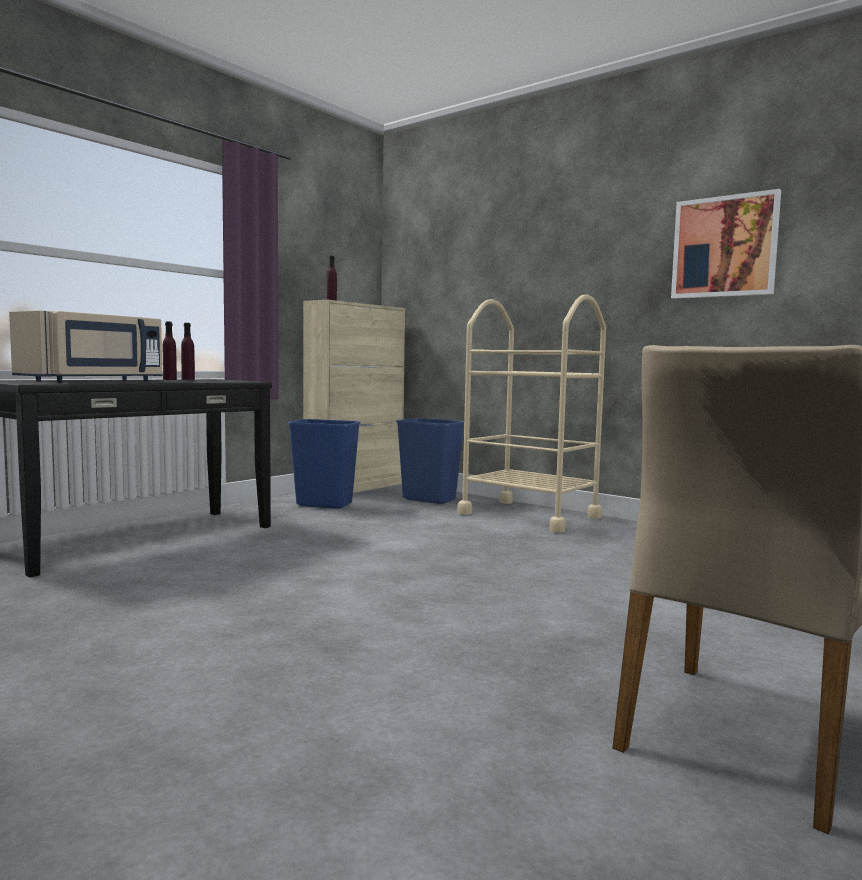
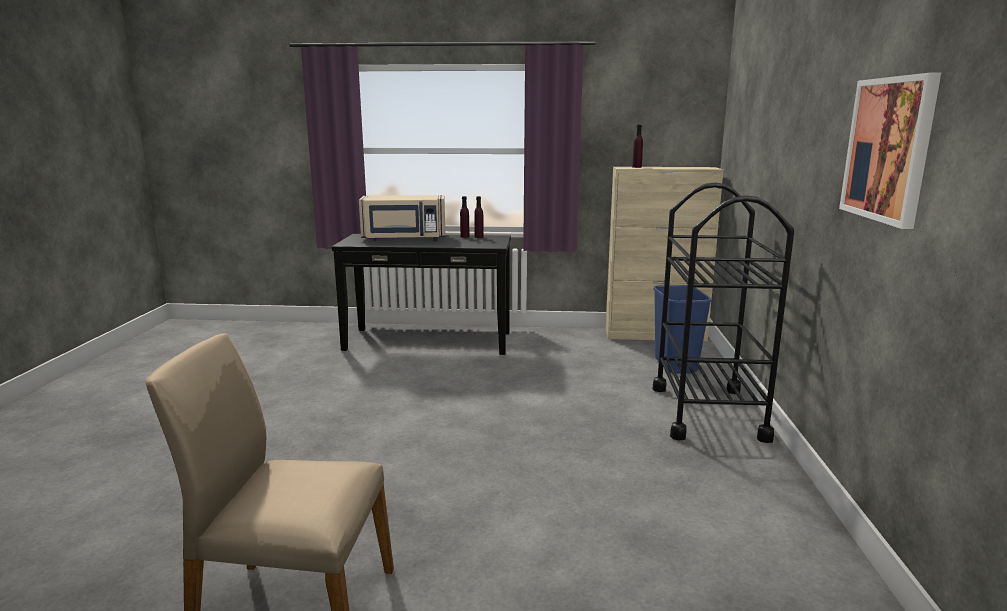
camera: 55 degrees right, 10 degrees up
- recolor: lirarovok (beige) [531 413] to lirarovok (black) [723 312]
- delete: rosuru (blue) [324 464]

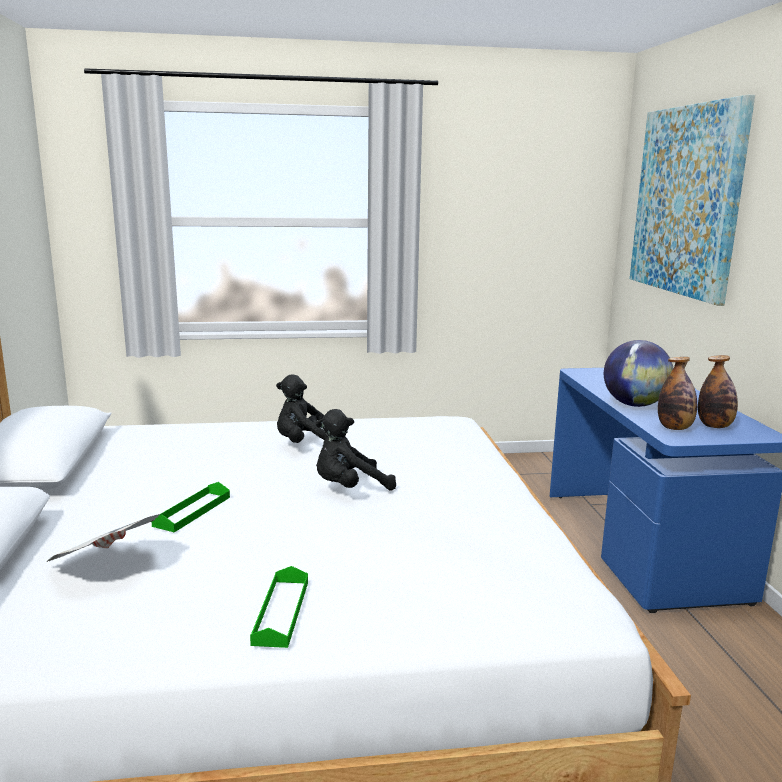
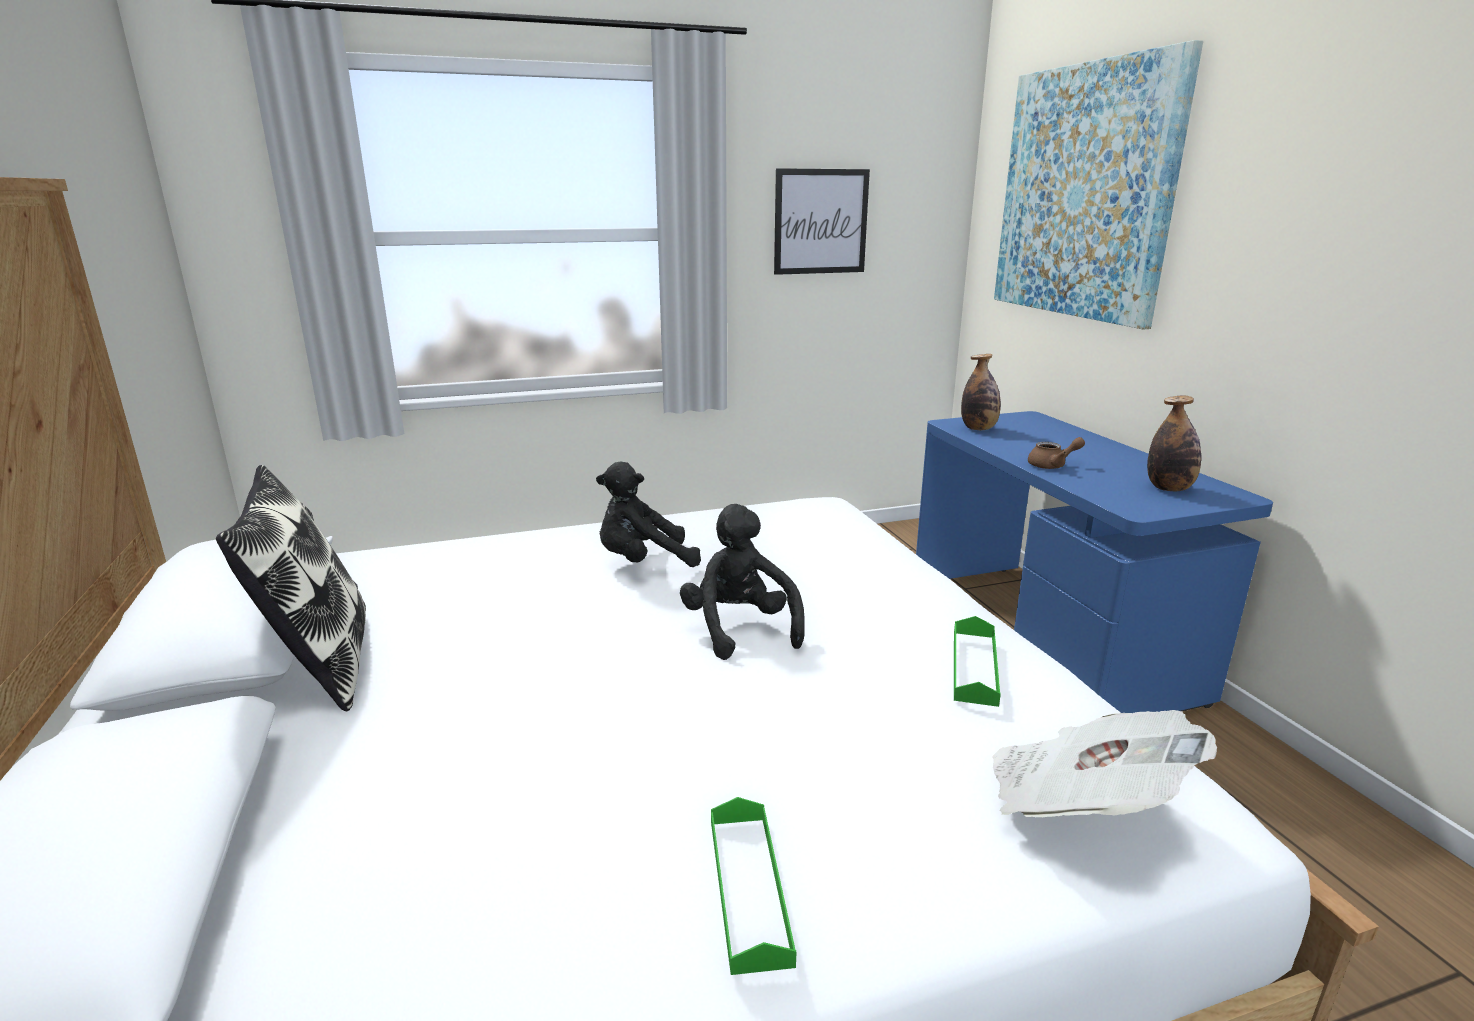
camera: 10 degrees left, 5 degrees up
- replace: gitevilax [638 373] to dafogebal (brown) [1056 453]
- move: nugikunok [677 393] to [981 392]
- rotate: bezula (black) [356 450] = [742 582] 105 degrees clockwise
- move: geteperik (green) [191 507] to [977 661]
- move: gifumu [104 538] to [1105 763]
- insert: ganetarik [822 221]
- insert: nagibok [291 588]

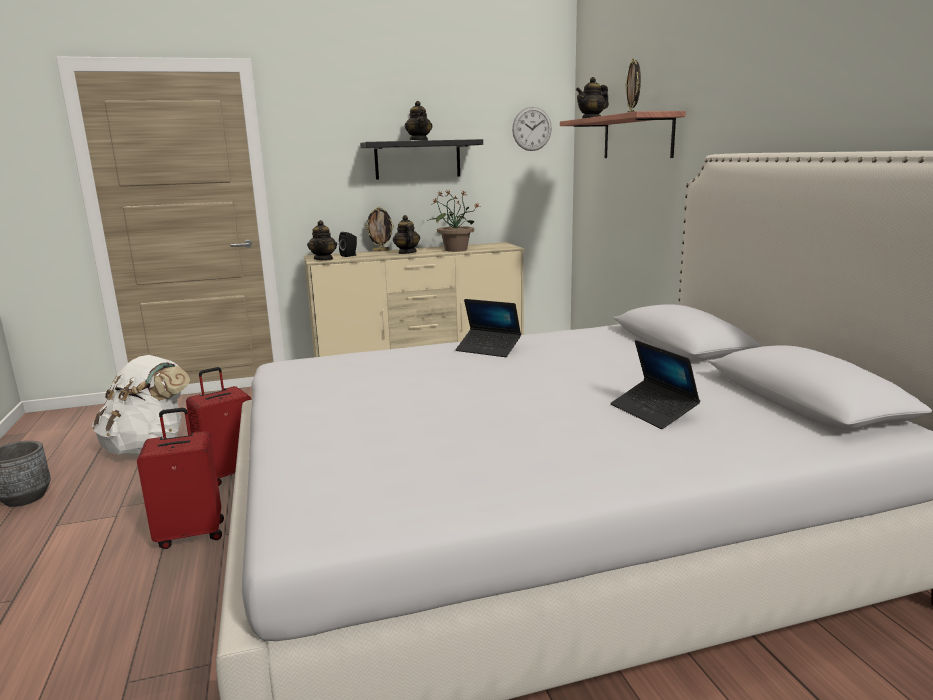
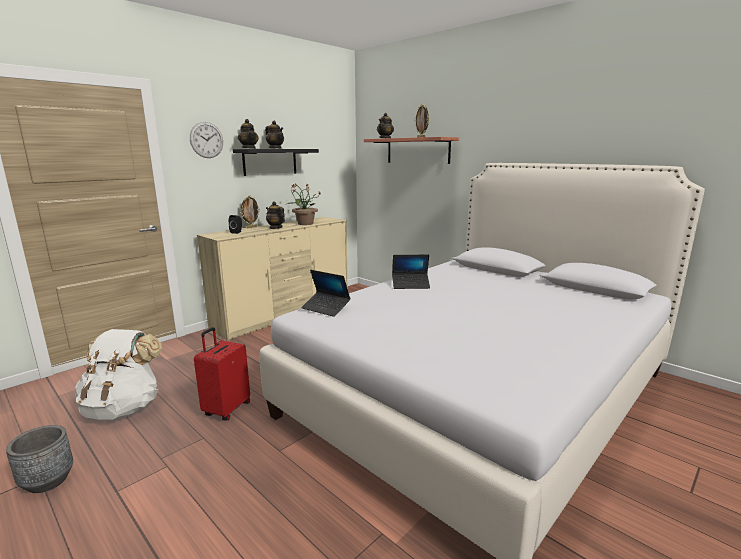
camera: 30 degrees left, 0 degrees up
- move: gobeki [532 129] to [206 140]
- move: dafogebal [322 240] to [248 134]
- move: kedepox [655 384] to [326 293]
- delete: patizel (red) [180 478]

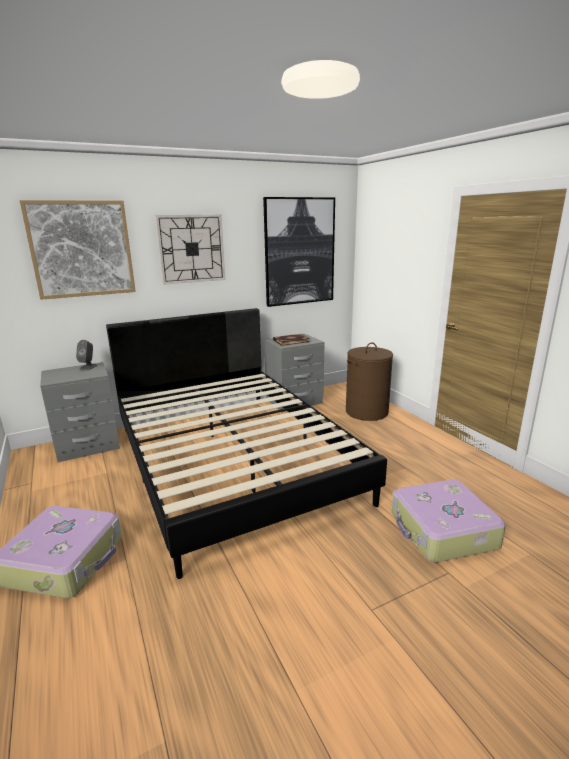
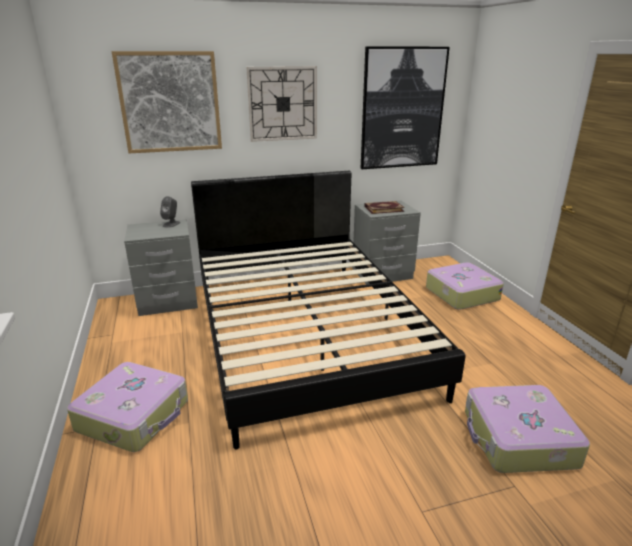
camera: 10 degrees right, 5 degrees up
- replace: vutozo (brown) [369 381] to patizel [465 286]

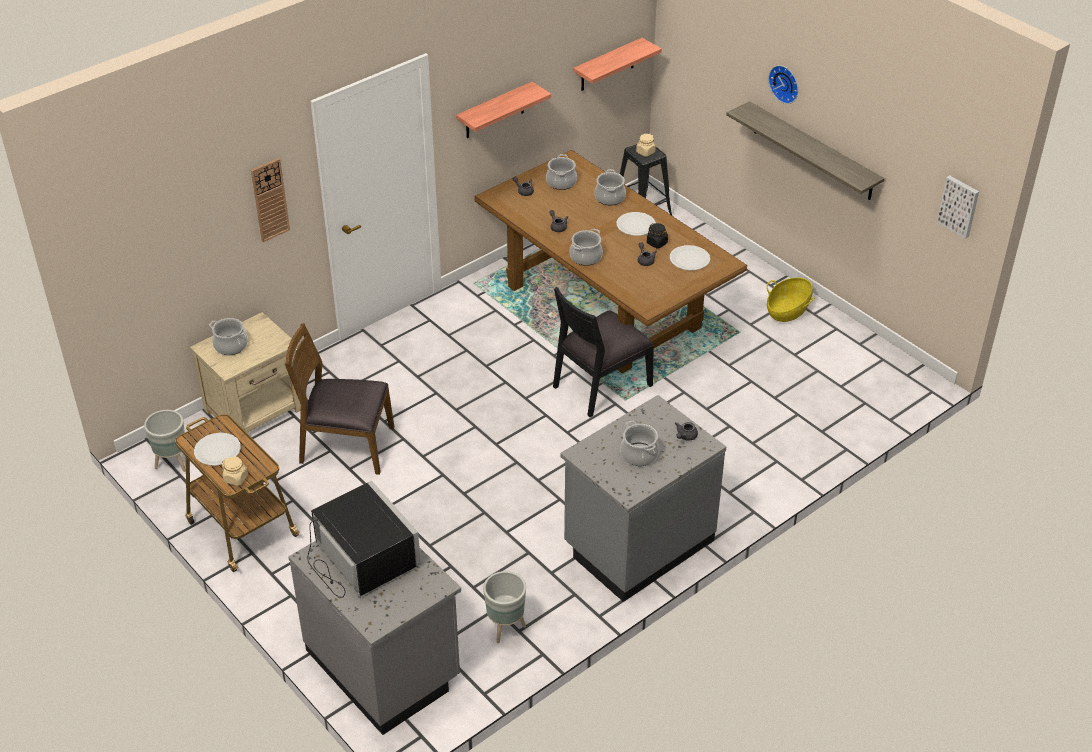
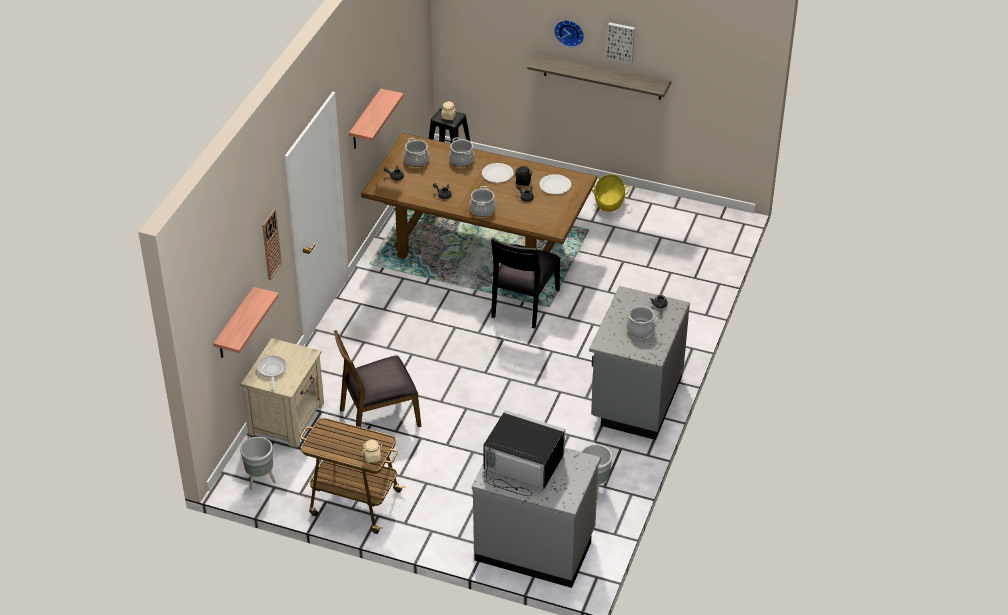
camera: 30 degrees left, 0 degrees up
- move: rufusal [617 64] to [246 322]
- move: ganetarik [958 207] to [620 43]
- replace: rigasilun [228 336] to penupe [272 373]
- delete: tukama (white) [217 449]

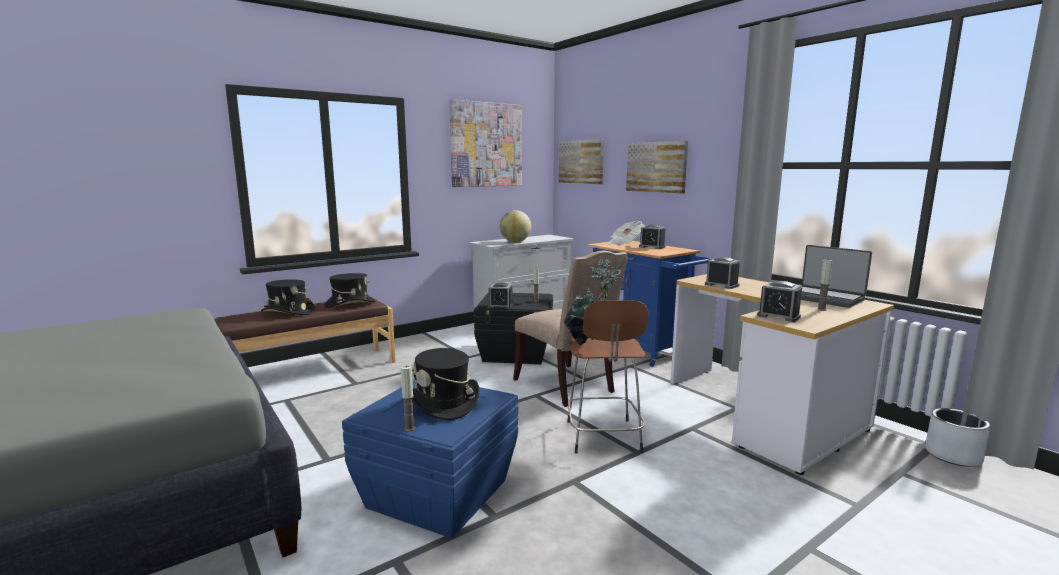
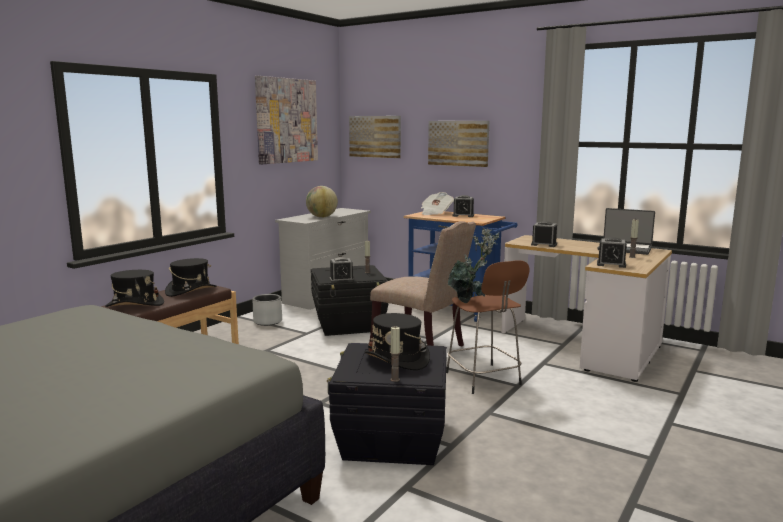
camera: 20 degrees left, 0 degrees up
- recolor: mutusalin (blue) [430 459] to mutusalin (black) [387 404]
- move: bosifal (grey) [957 437] to [267 310]

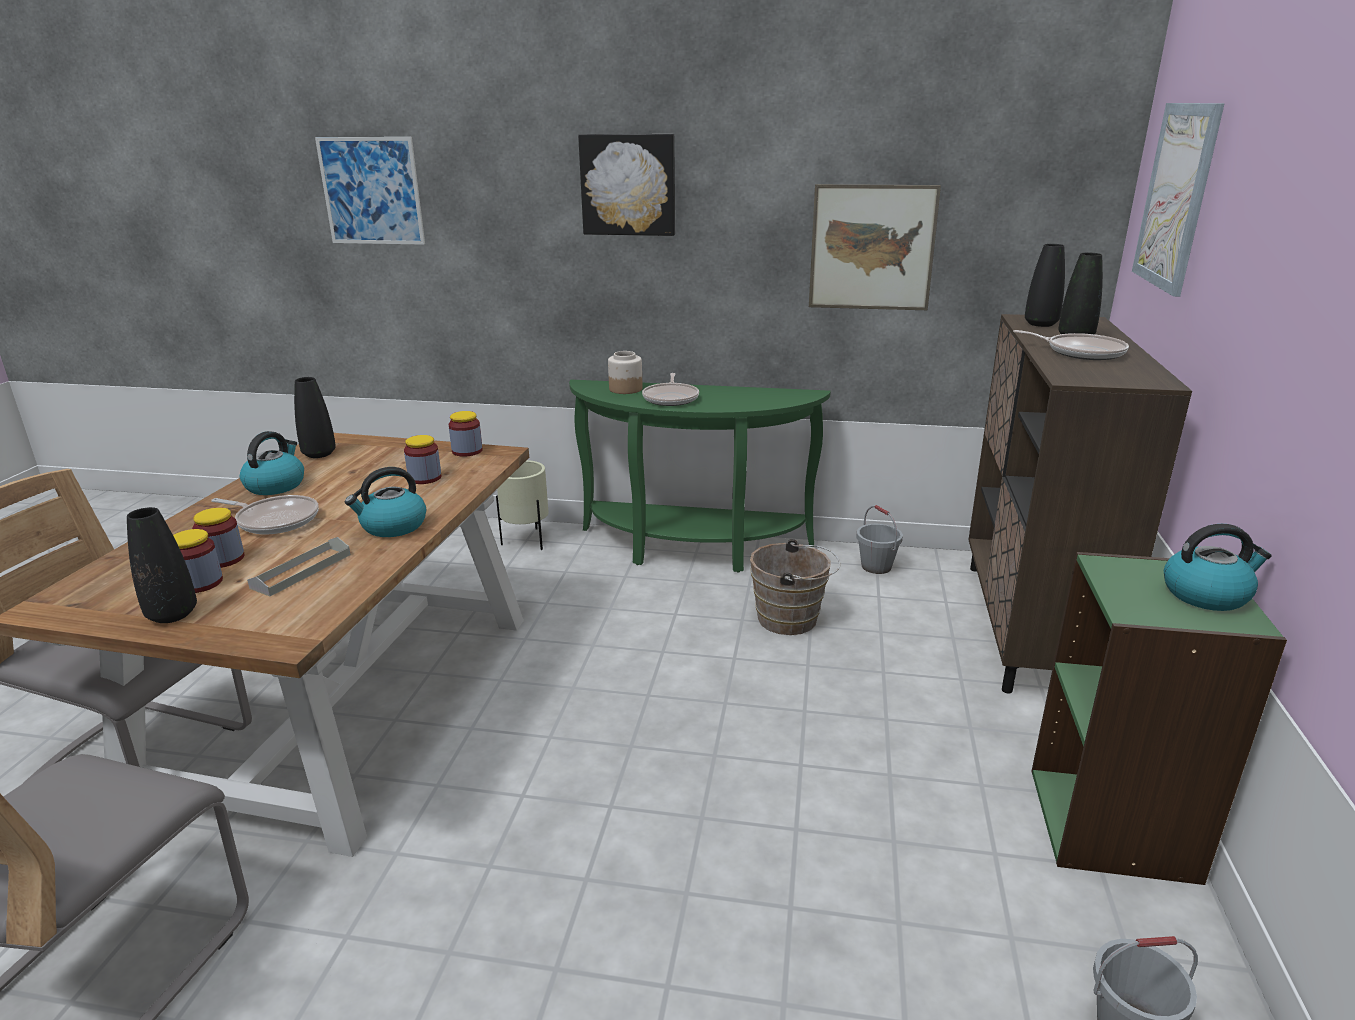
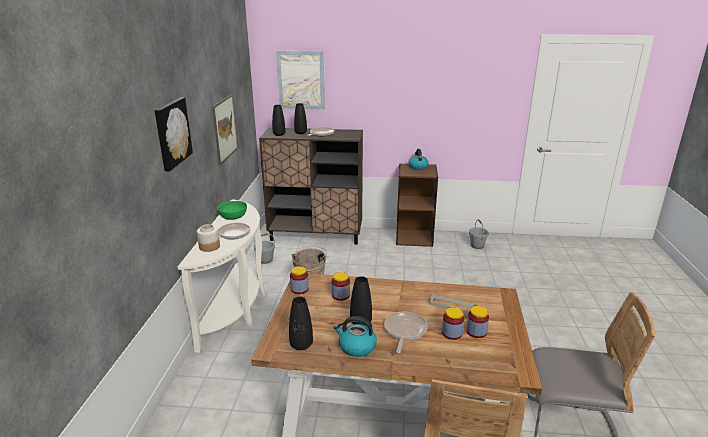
camera: 95 degrees left, 0 degrees up
- delete: ganetarik [370 191]
- recolor: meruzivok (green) [700 476] to meruzivok (white) [222 276]
- delete: bosifal (beige) [522 505]
- delete: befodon [385 502]
- move: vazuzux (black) [162 565] to [361 301]
- recolor: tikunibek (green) [1159 718] to tikunibek (brown) [417 205]
- insert: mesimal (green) [232 210]

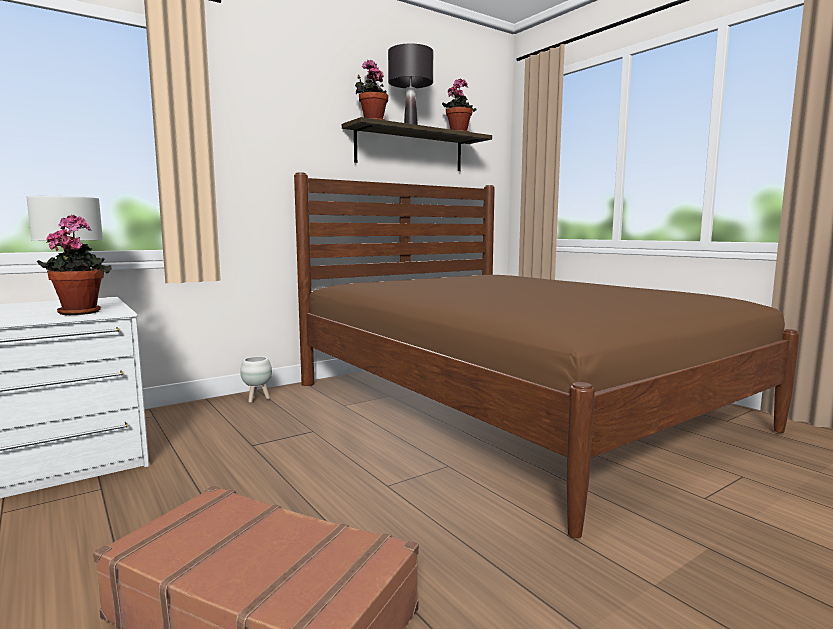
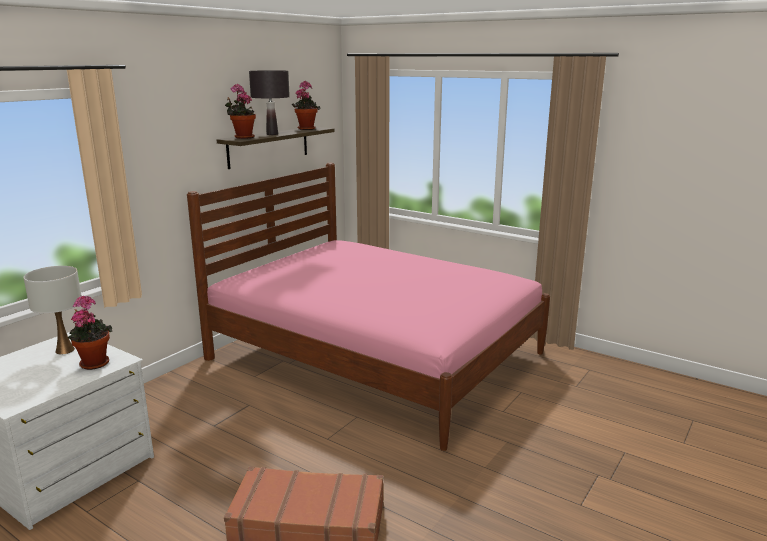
camera: 20 degrees left, 10 degrees up
- recolor: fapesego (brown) [547 355] to fapesego (pink) [368 307]
- delete: bosifal (white) [256 379]

